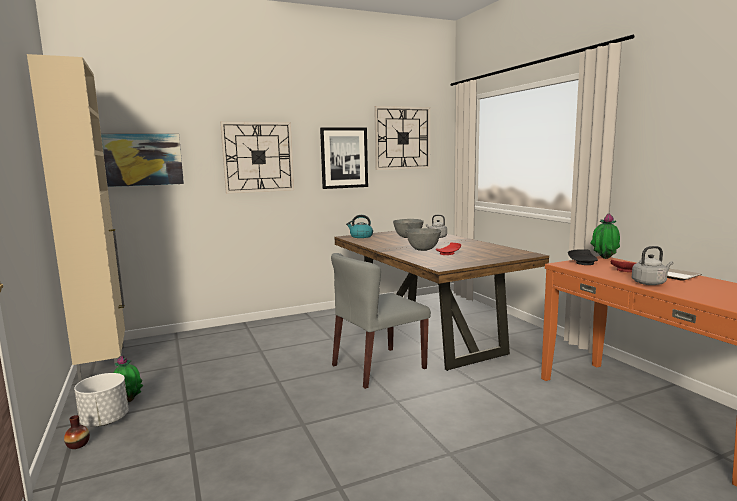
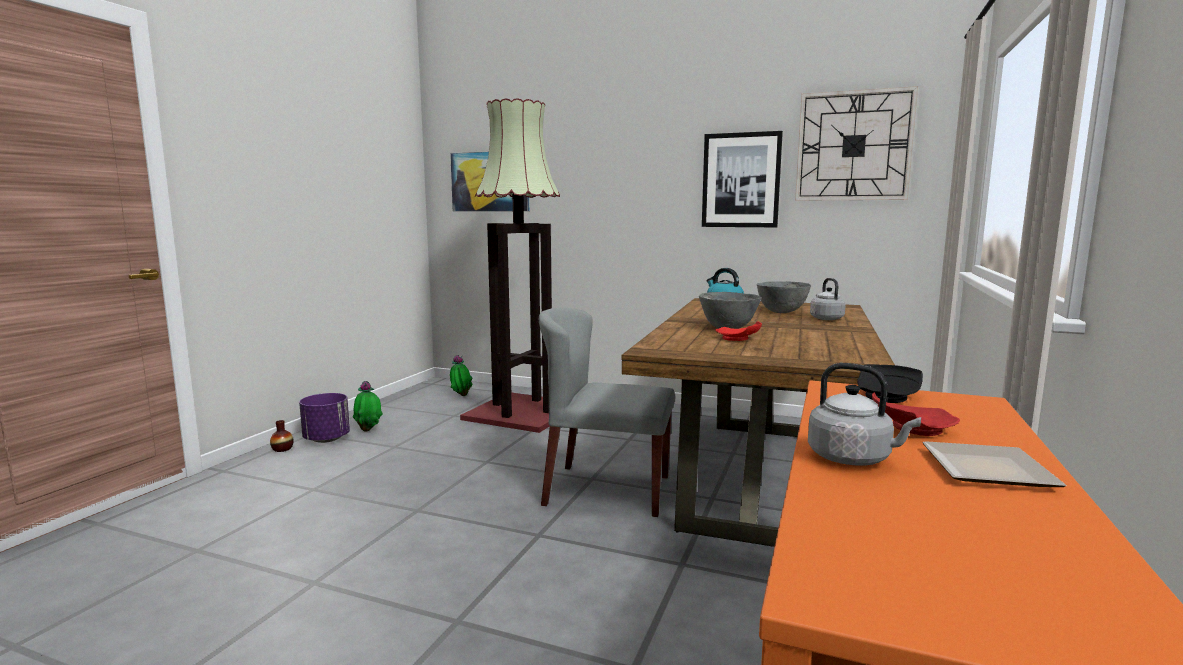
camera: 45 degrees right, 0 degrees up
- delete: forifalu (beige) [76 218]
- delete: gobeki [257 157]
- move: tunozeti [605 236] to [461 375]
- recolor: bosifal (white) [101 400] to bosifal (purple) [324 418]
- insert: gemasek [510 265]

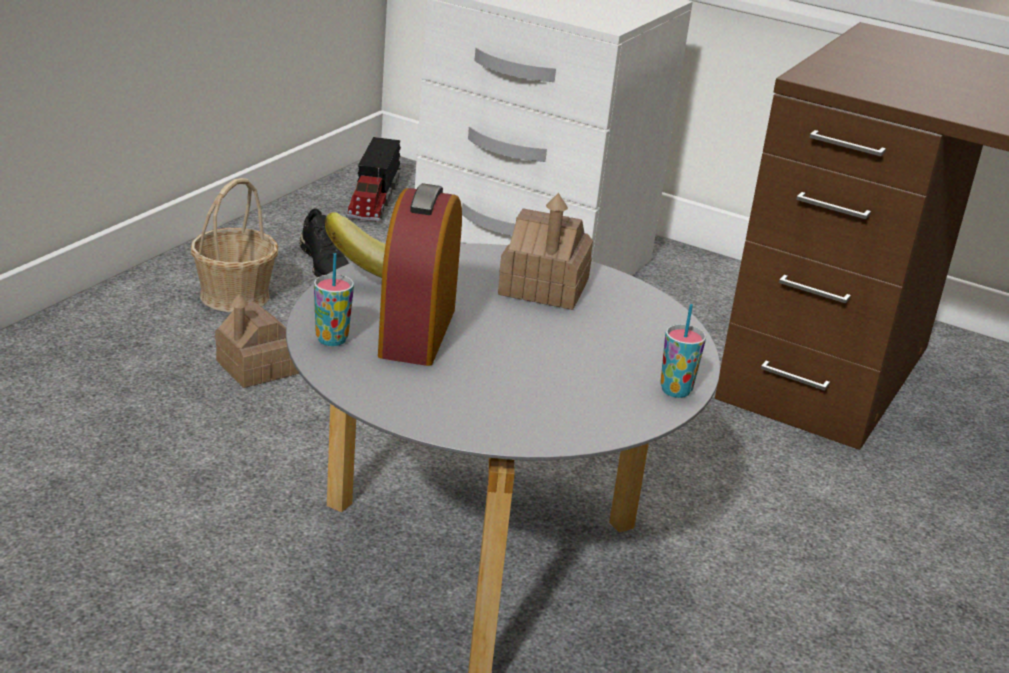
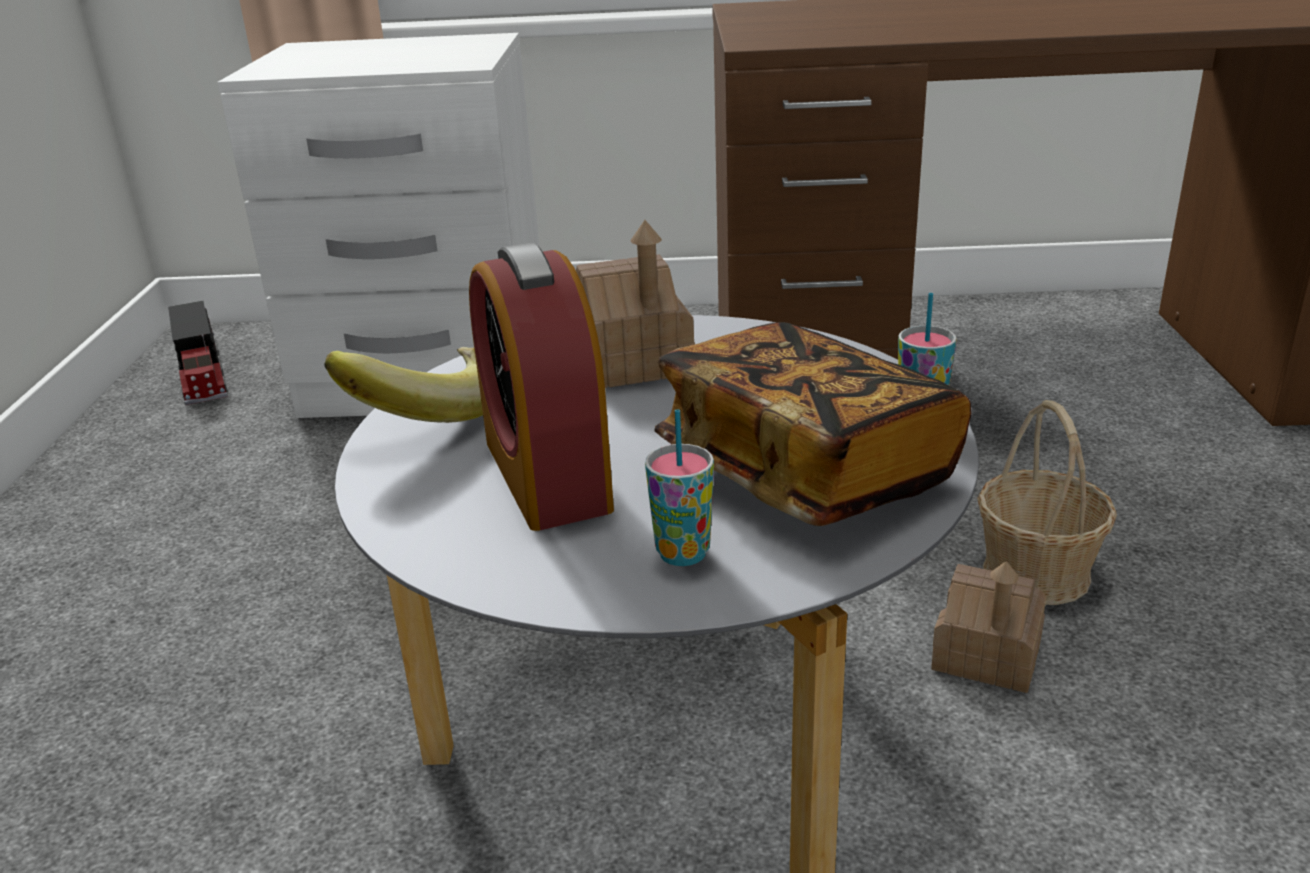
camera: 25 degrees left, 0 degrees up
- move: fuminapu [234 245] to [1047 502]
- delete: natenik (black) [324 242]
- move: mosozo [334 299] to [679 487]
- move: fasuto [257 341] to [989 627]
- insert: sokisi [812 424]

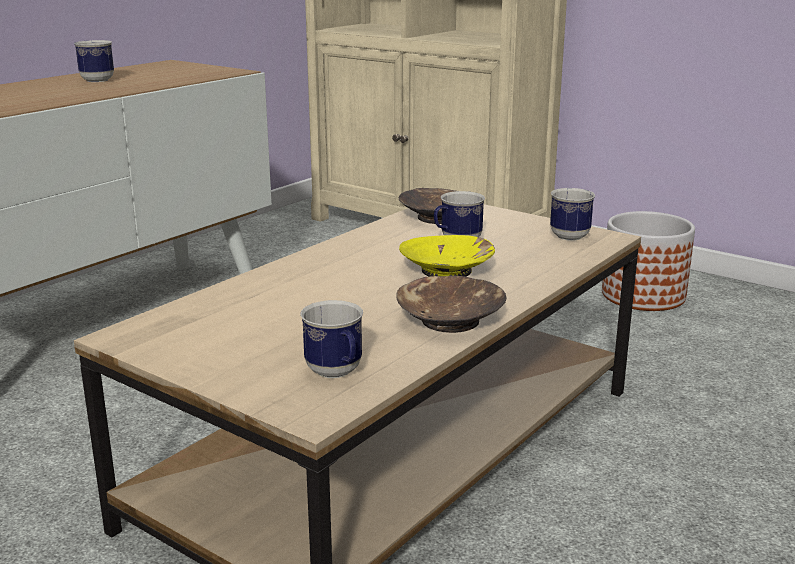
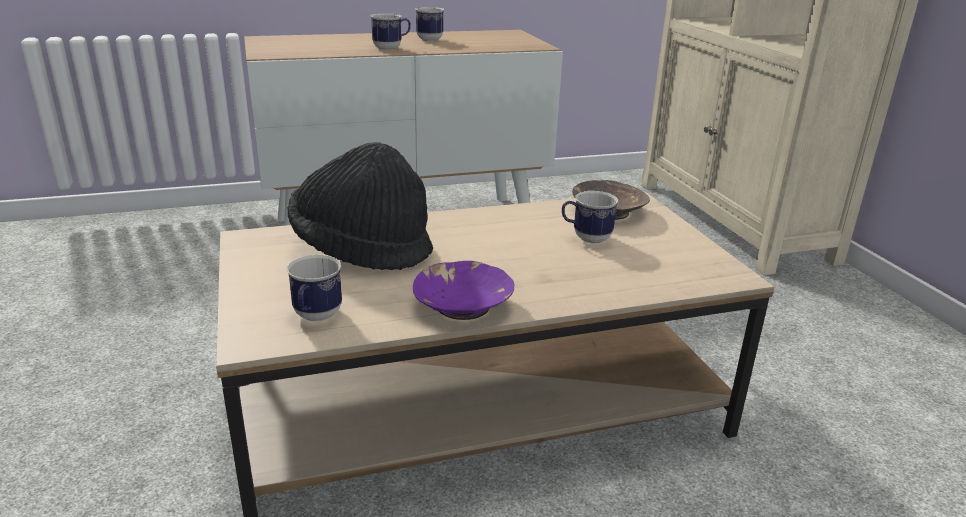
camera: 35 degrees right, 5 degrees up
- move: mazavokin [572 214] to [390 31]
- delete: bosifal [648 261]
- delete: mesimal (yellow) [447 256]
- recolor: mesimal (brown) [451 304] to mesimal (purple) [463 290]
- insert: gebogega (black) [360 206]

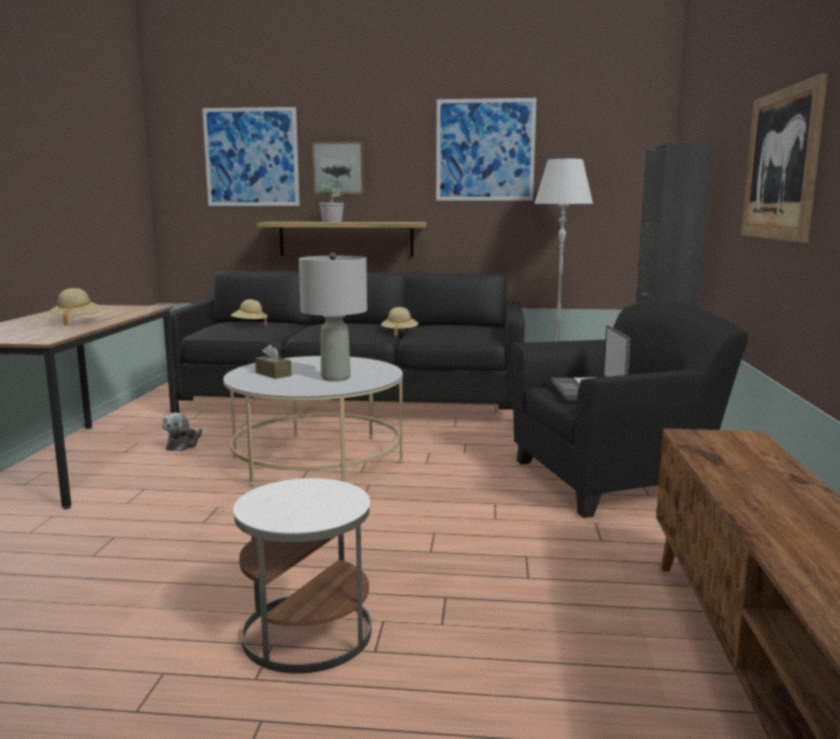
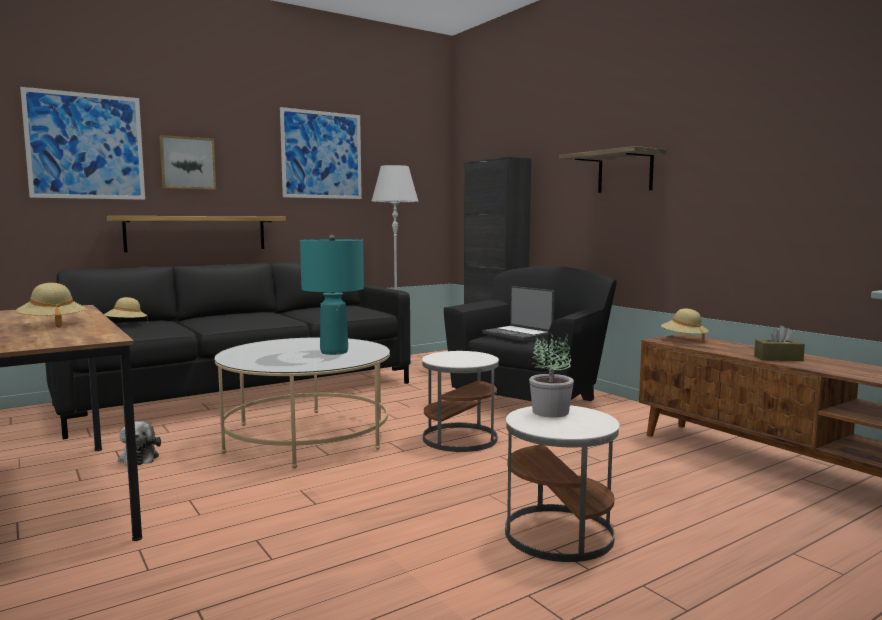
camera: 40 degrees left, 5 degrees down
- replace: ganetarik [784 158] to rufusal [612 169]
- move: tunozeti [332 200] to [551 375]
- recolor: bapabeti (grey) [333 316] to bapabeti (turquoise) [332 295]
- move: gebogega (beige) [399 322] to [685 326]
- move: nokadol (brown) [273 361] to [779 343]
- insert: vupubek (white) [460 401]

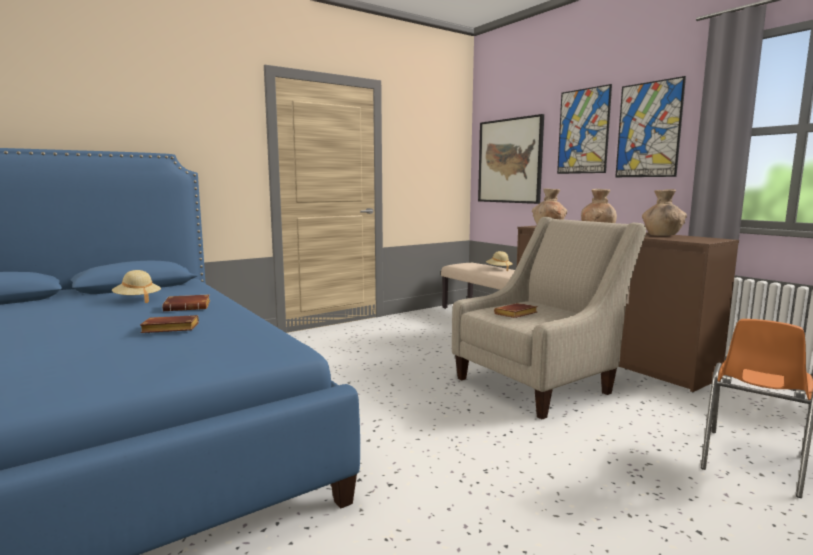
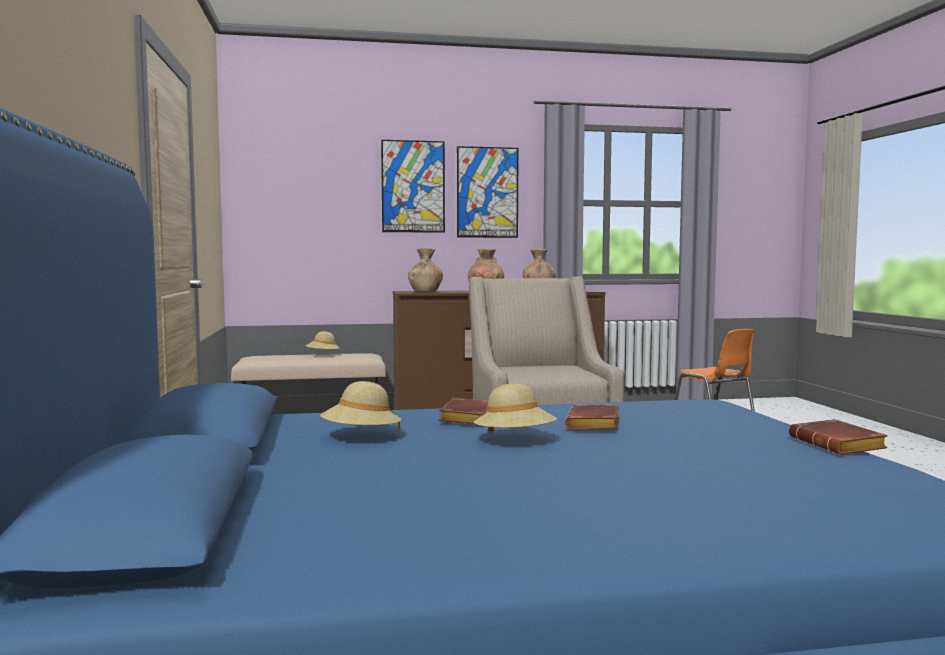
camera: 65 degrees left, 5 degrees down
- delete: ganetarik [511 159]
- move: sokisi (brown) [516 310] to [838 436]
- insert: gebogega (beige) [515 408]

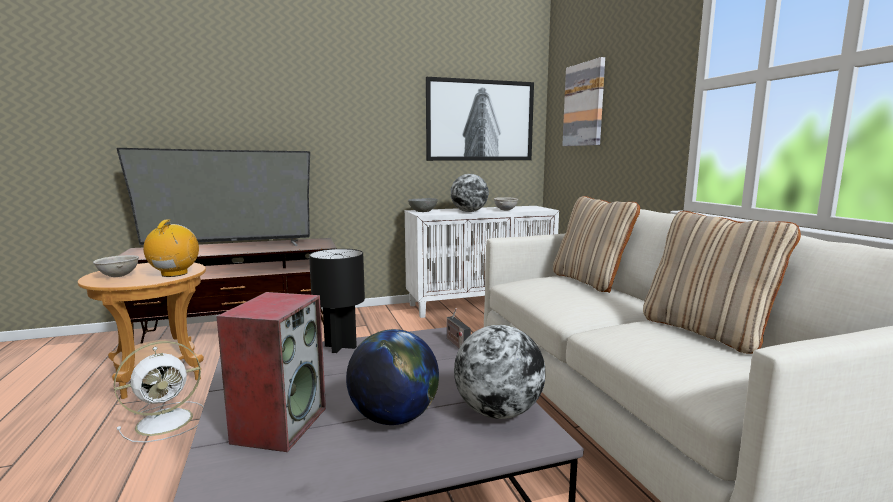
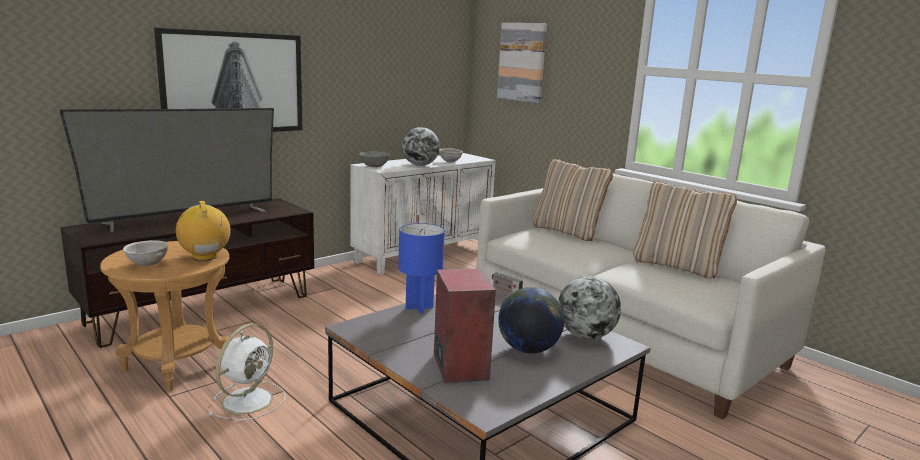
camera: 25 degrees left, 5 degrees up
- move: ganetarik [480 119] to [228 80]
- recolor: bapabeti (black) [337 301] to bapabeti (blue) [421 268]

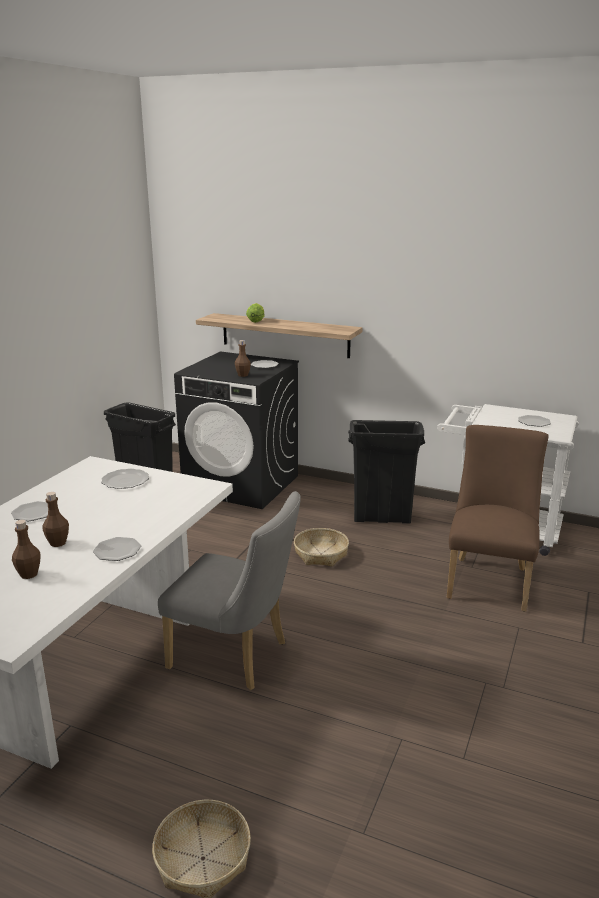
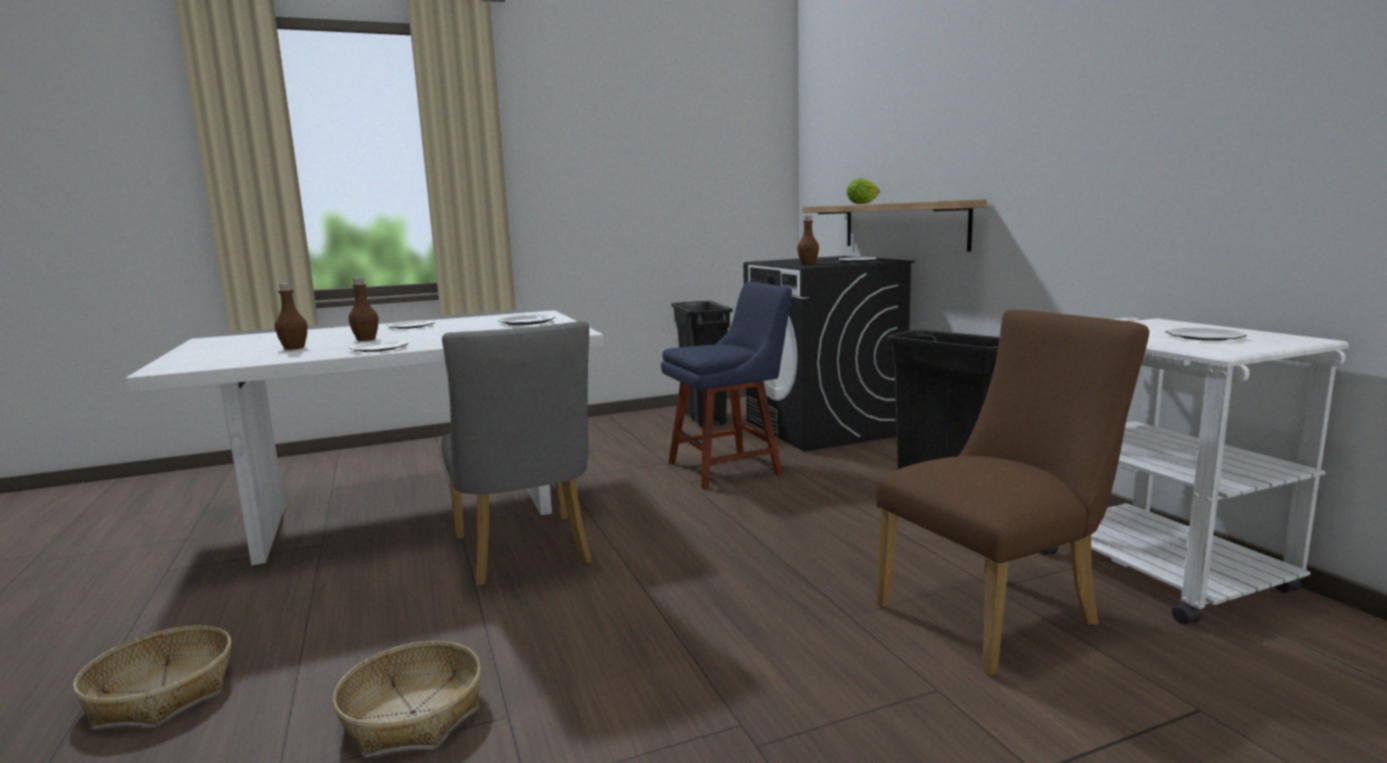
camera: 45 degrees right, 10 degrees down
- move: fuminapu [321 547] to [407 697]
- insert: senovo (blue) [726 385]

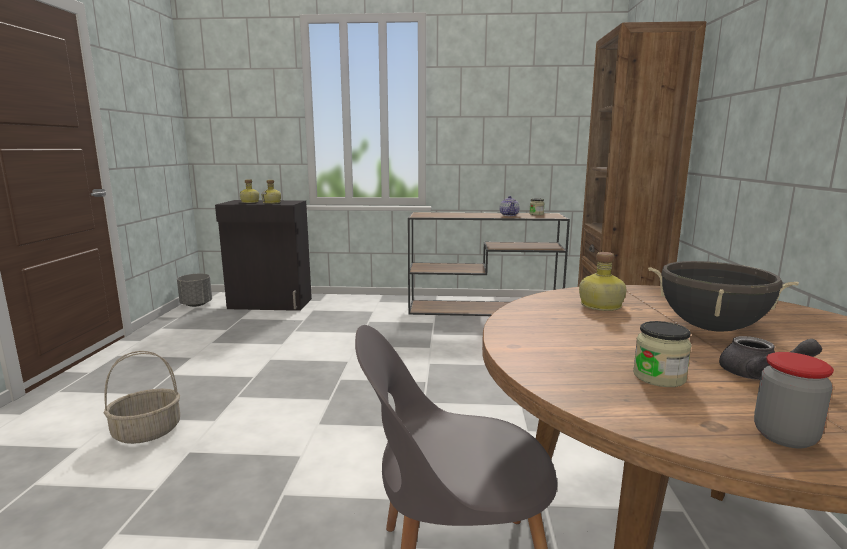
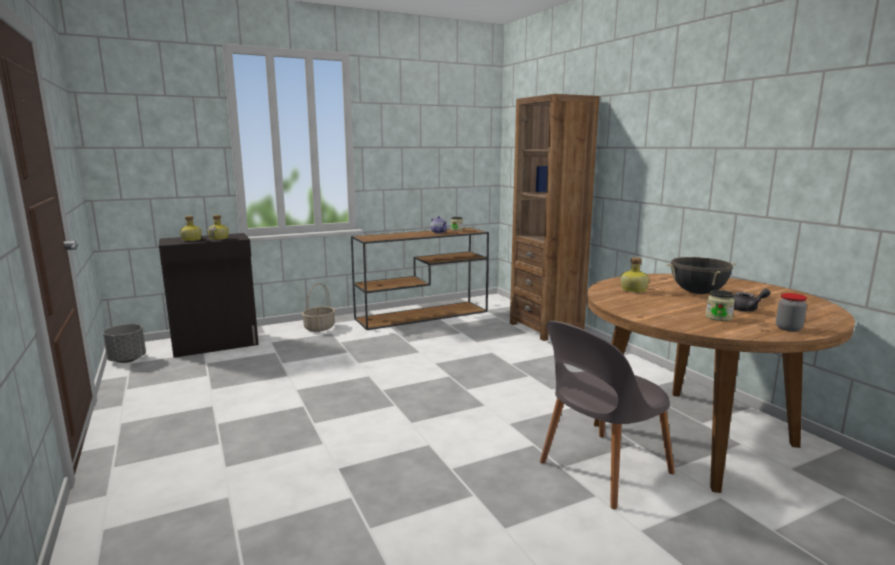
camera: 30 degrees left, 0 degrees up
- move: fuminapu [142 397] to [318 307]

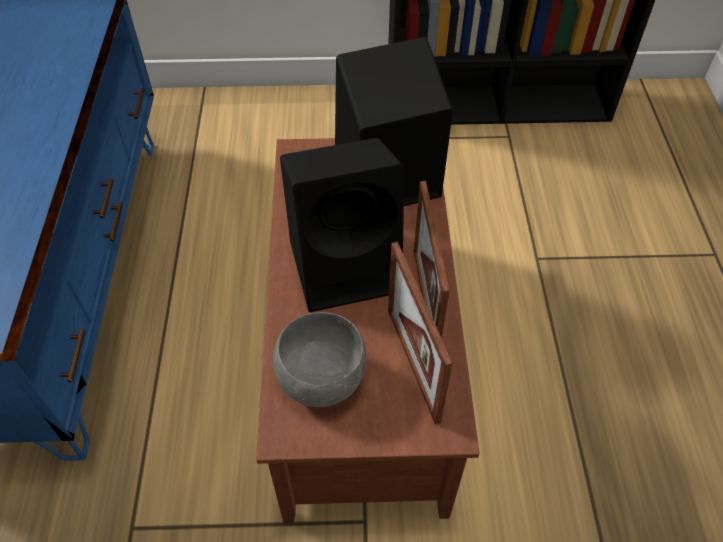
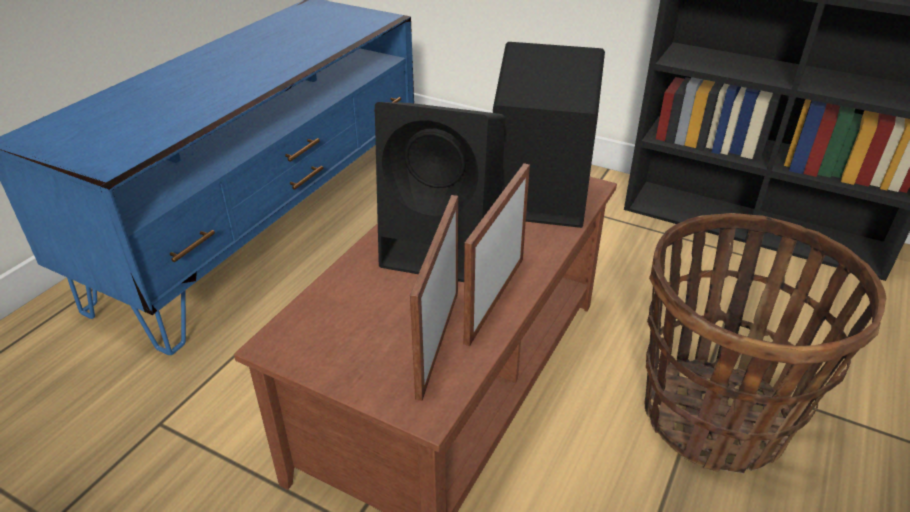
camera: 30 degrees right, 15 degrees down
- delete: mesimal (grey) [319 359]
- insert: fuminapu [765 343]

